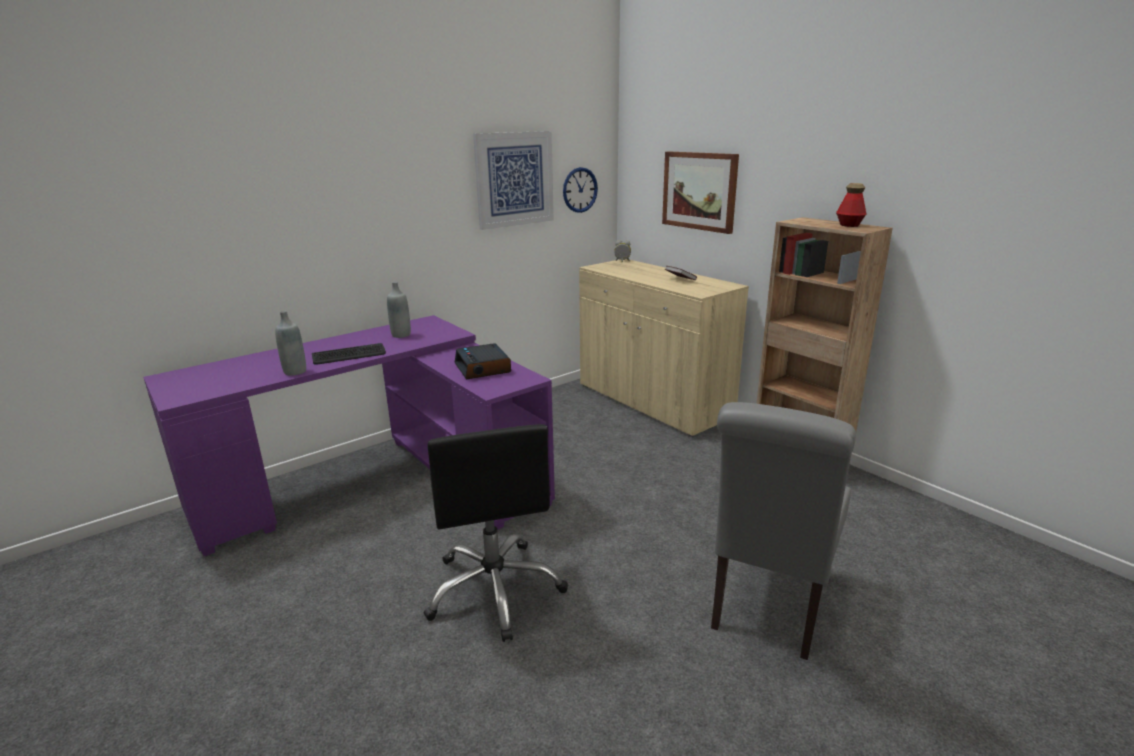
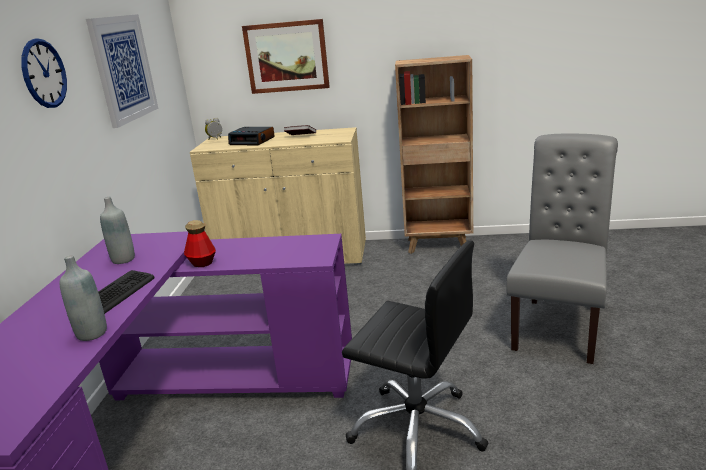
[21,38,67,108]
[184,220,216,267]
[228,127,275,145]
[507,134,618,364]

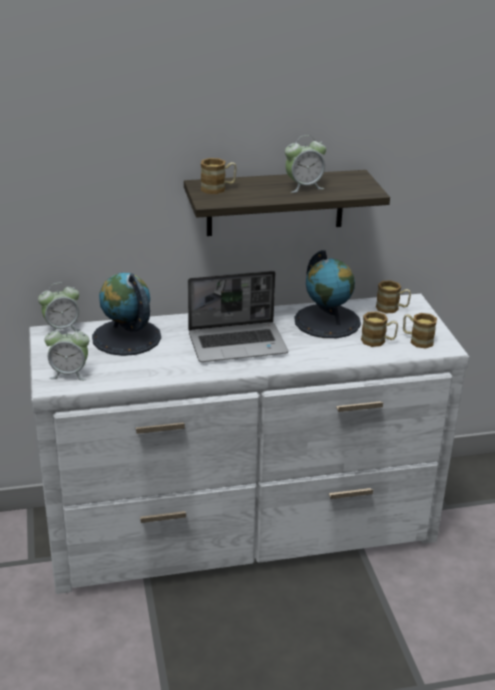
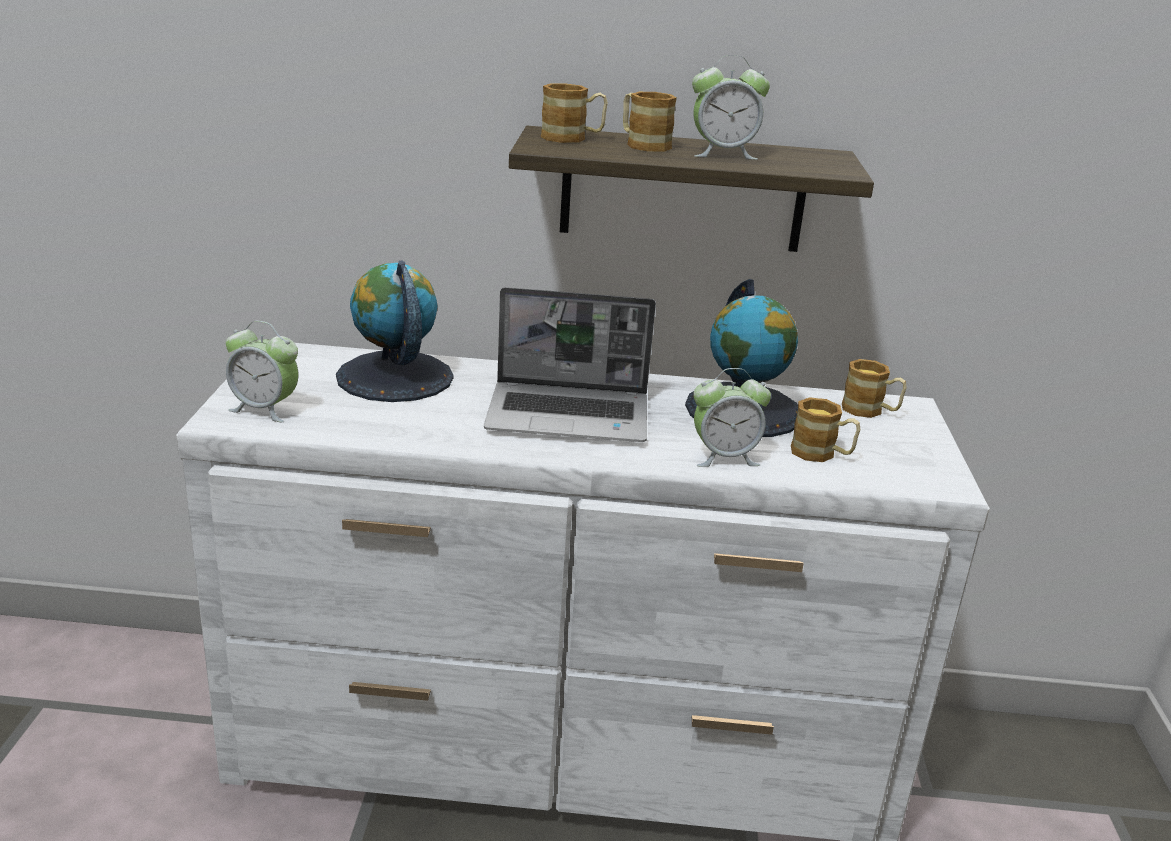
[623,92,677,152]
[693,368,771,467]

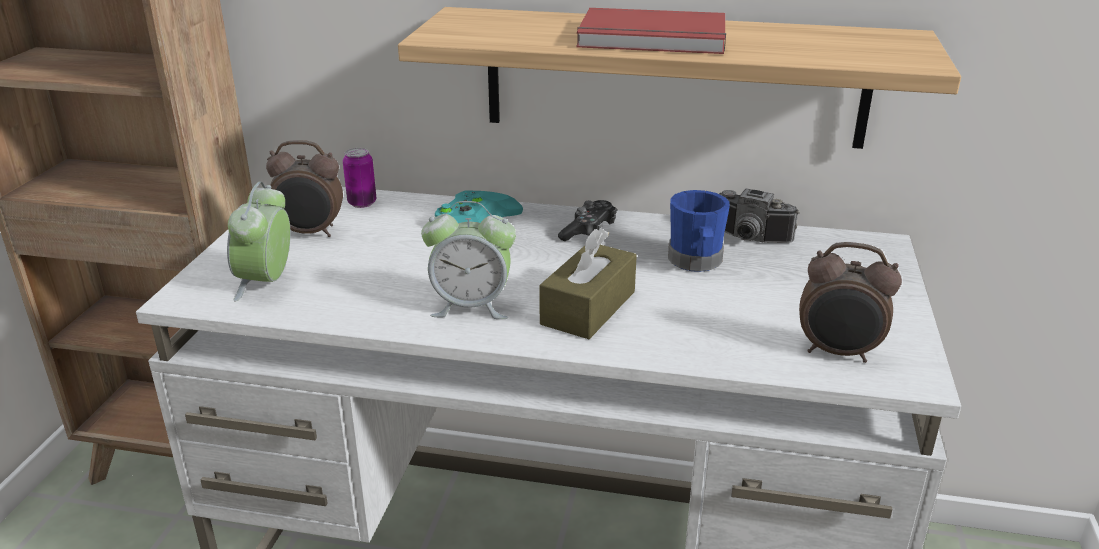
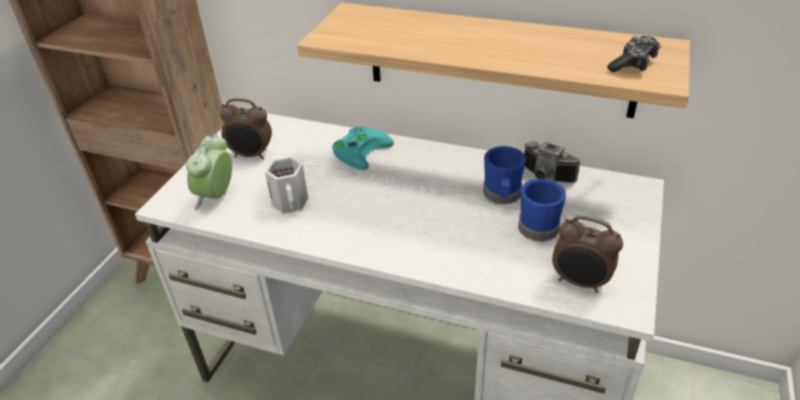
[265,157,308,214]
[518,179,566,242]
[607,36,661,72]
[343,148,376,208] (first image)
[421,201,516,319] (first image)
[539,228,637,339] (first image)
[576,8,726,54] (first image)

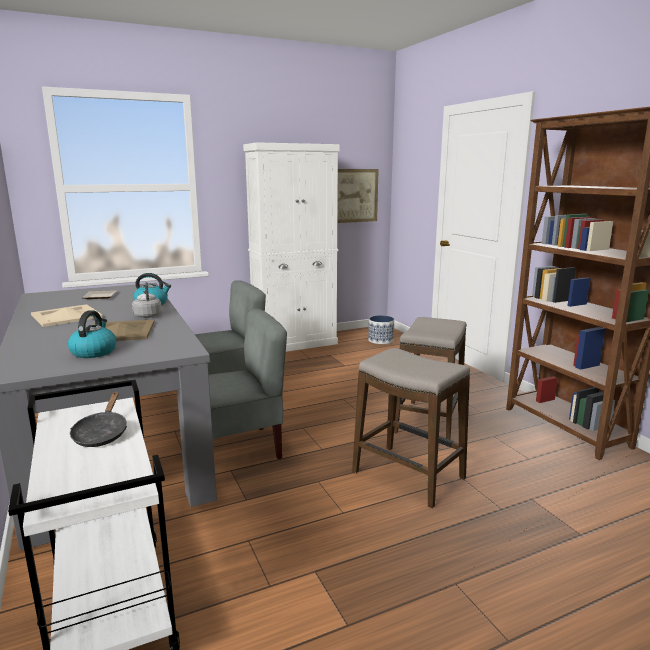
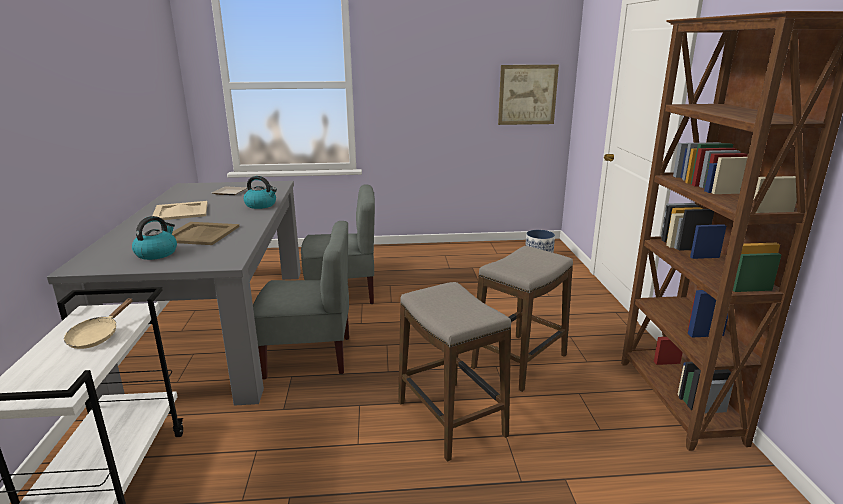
[64,298,133,349]
[132,282,162,318] (first image)
[243,142,340,352] (first image)

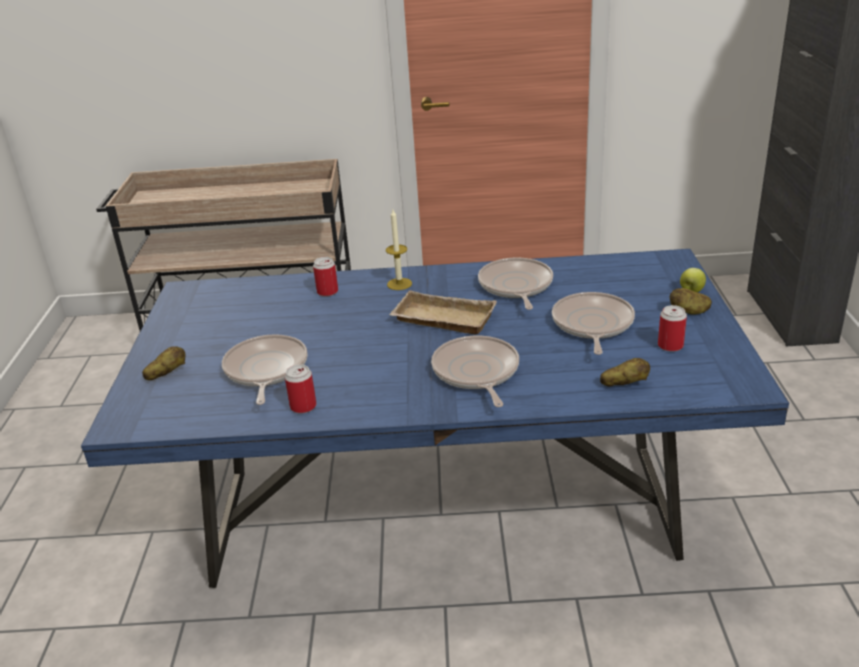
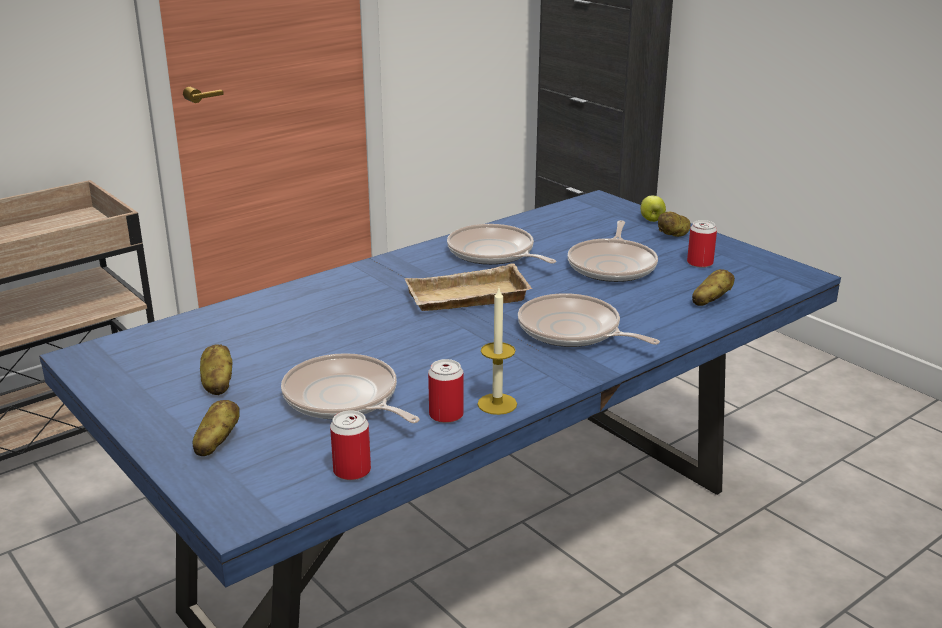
[200,345,232,395]
[330,410,371,480]
[477,288,517,415]
[568,220,658,282]

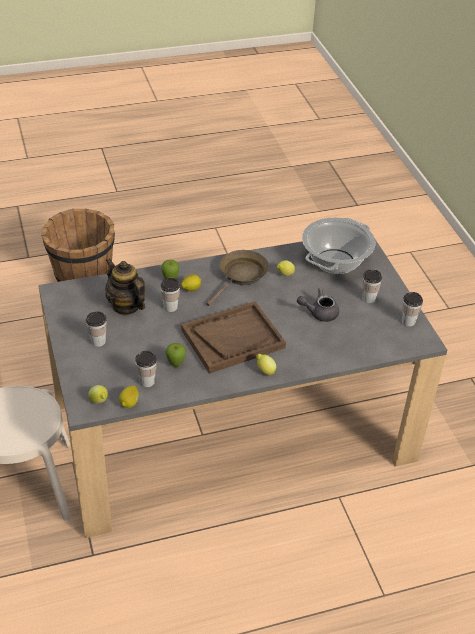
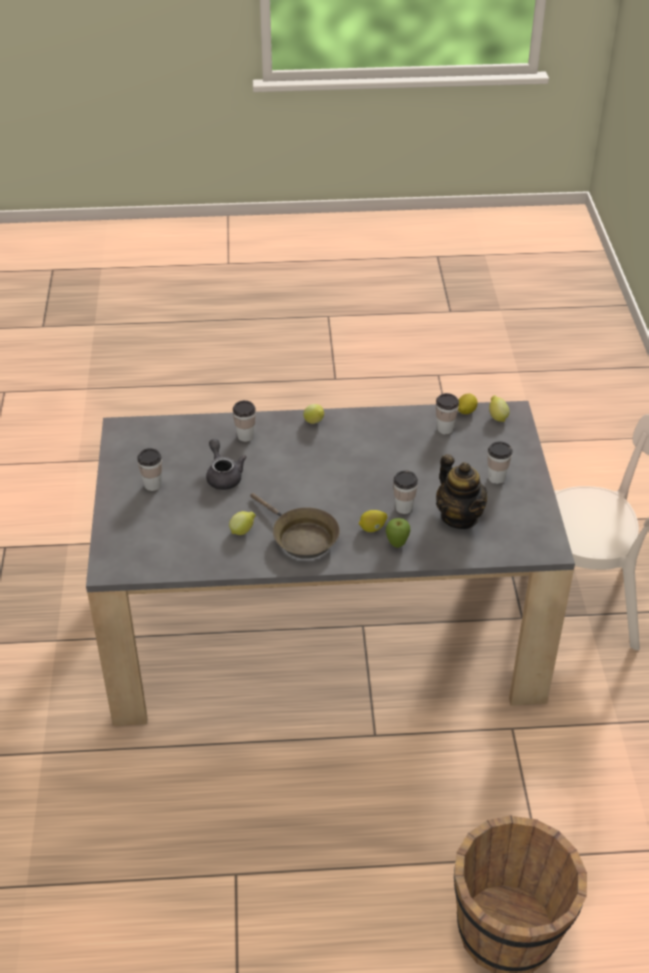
[206,439,246,490]
[233,400,256,442]
[250,493,340,559]
[165,343,186,367] (first image)
[181,301,286,374] (first image)
[302,217,376,274] (first image)

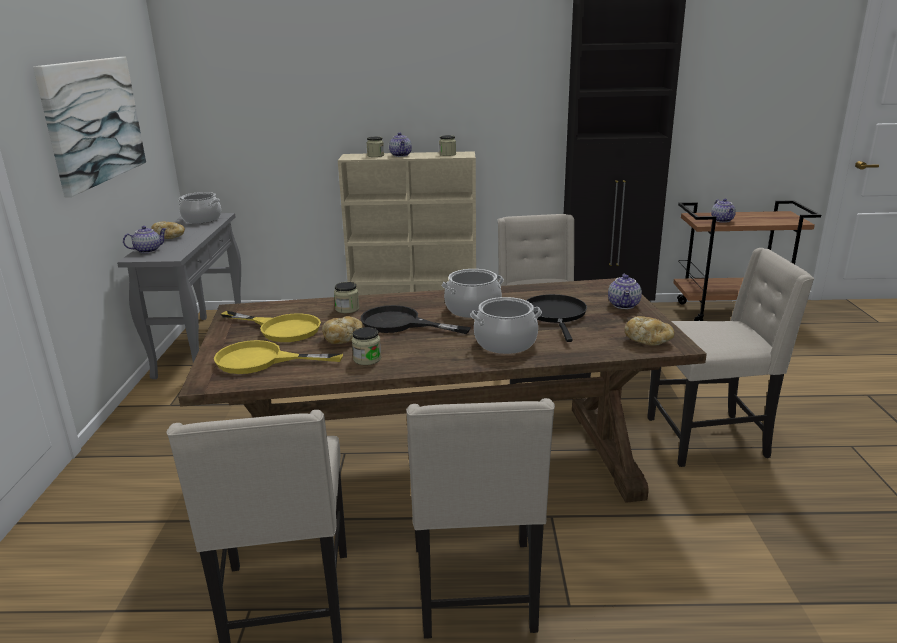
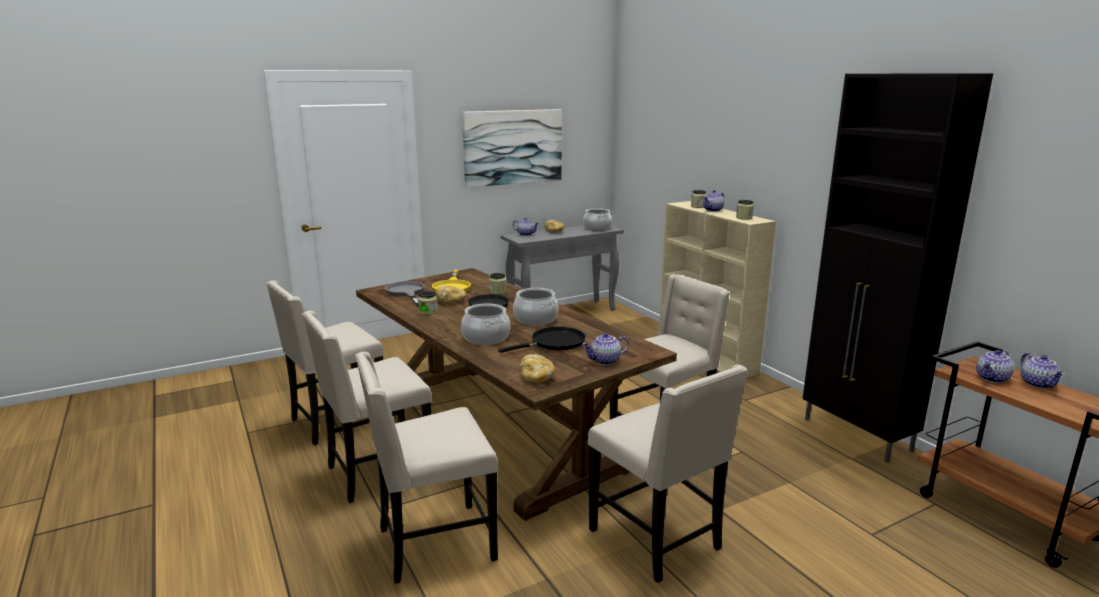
[355,352,498,584]
[385,281,425,307]
[1021,353,1065,389]

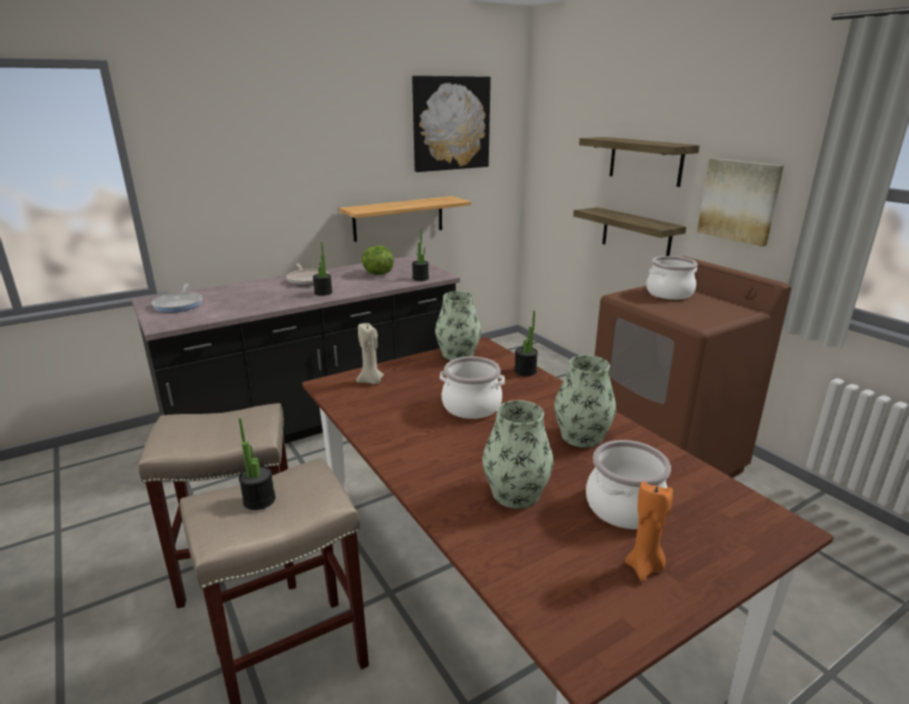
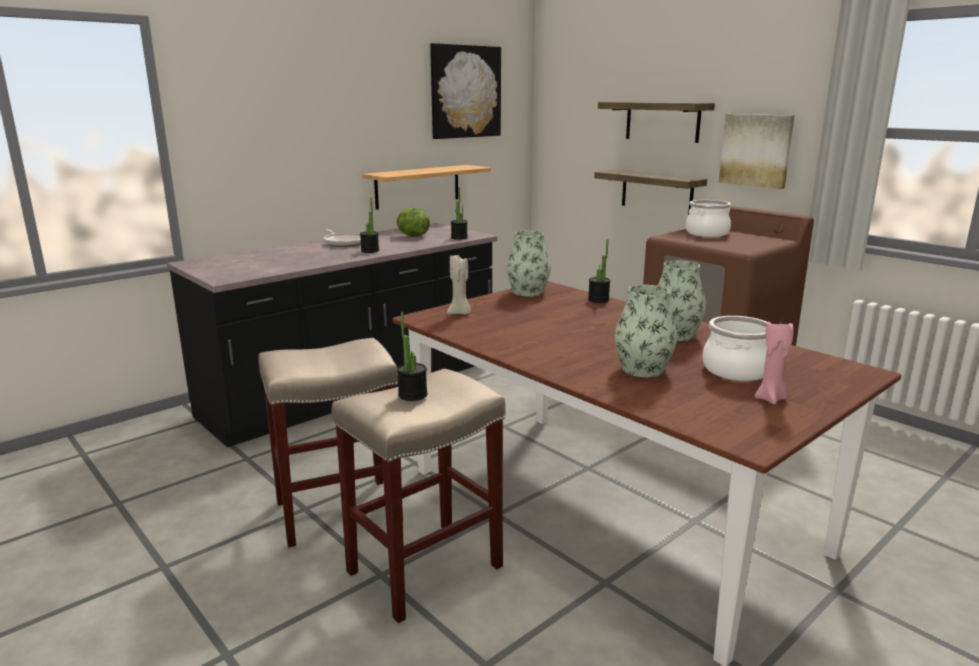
[755,322,794,405]
[152,284,202,313] (first image)
[440,357,505,419] (first image)

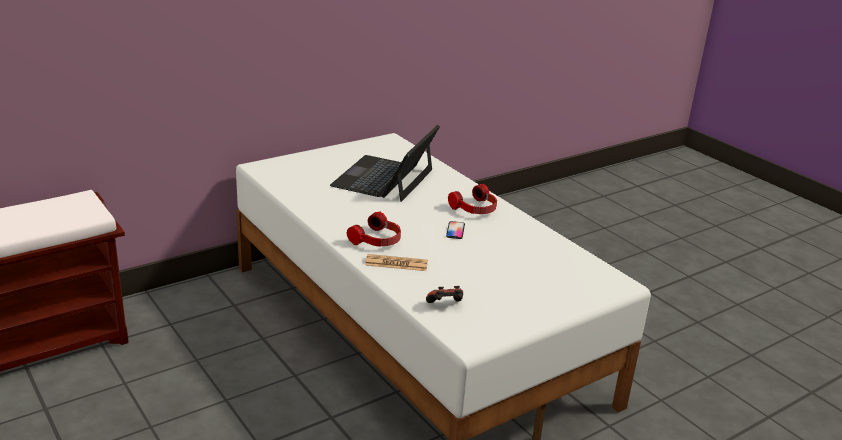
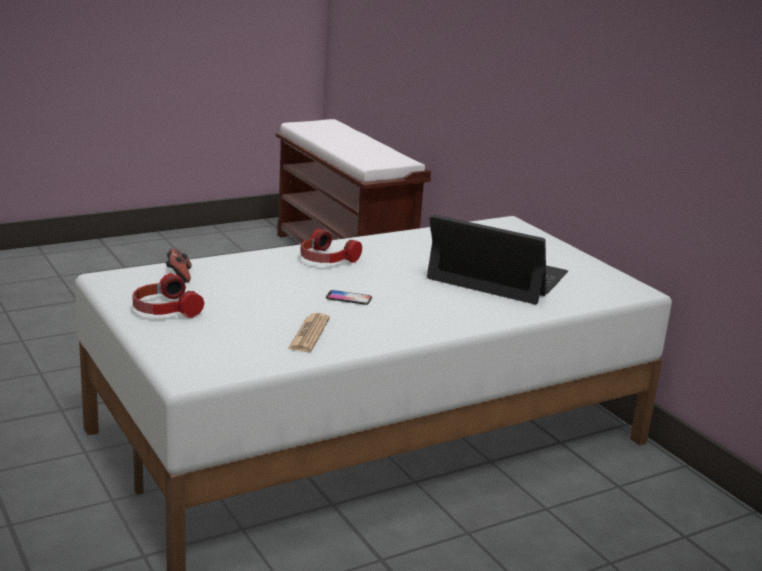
[133,273,204,318]
[288,313,330,352]

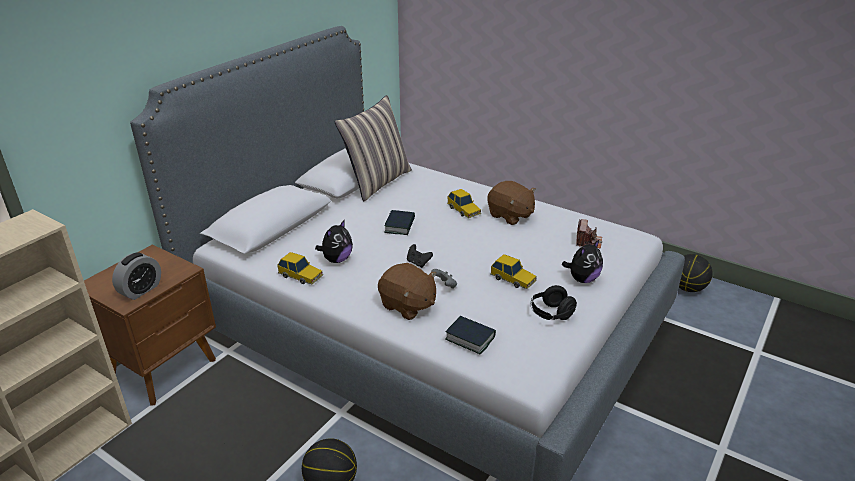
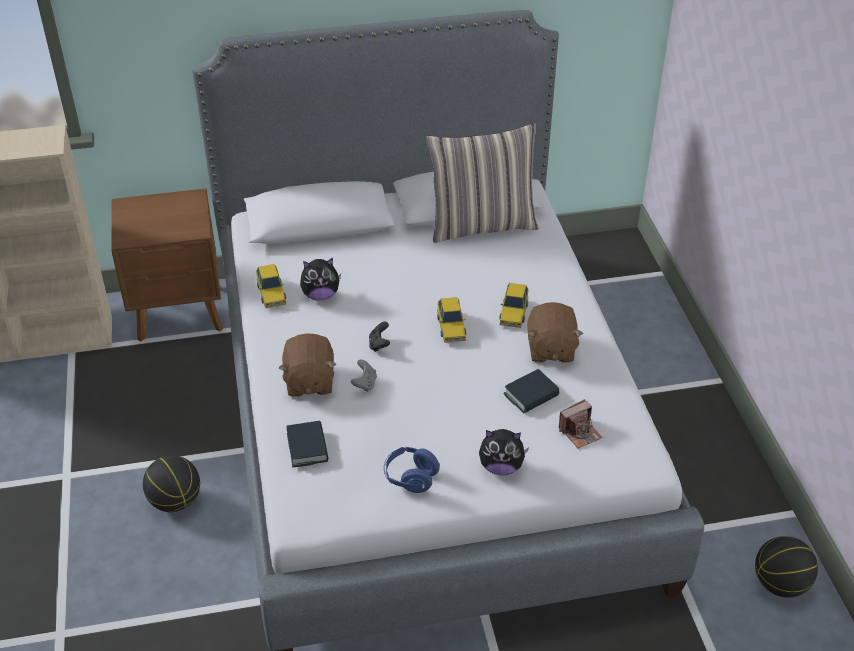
[384,447,440,493]
[437,297,466,343]
[503,369,559,413]
[112,252,161,300] (first image)

